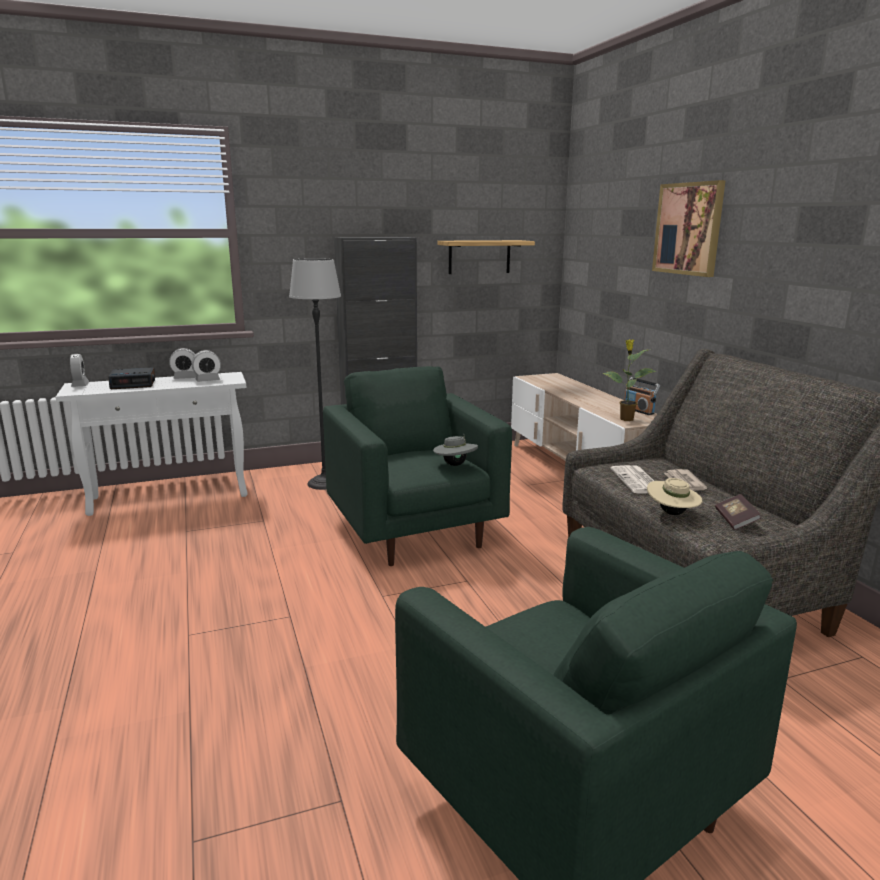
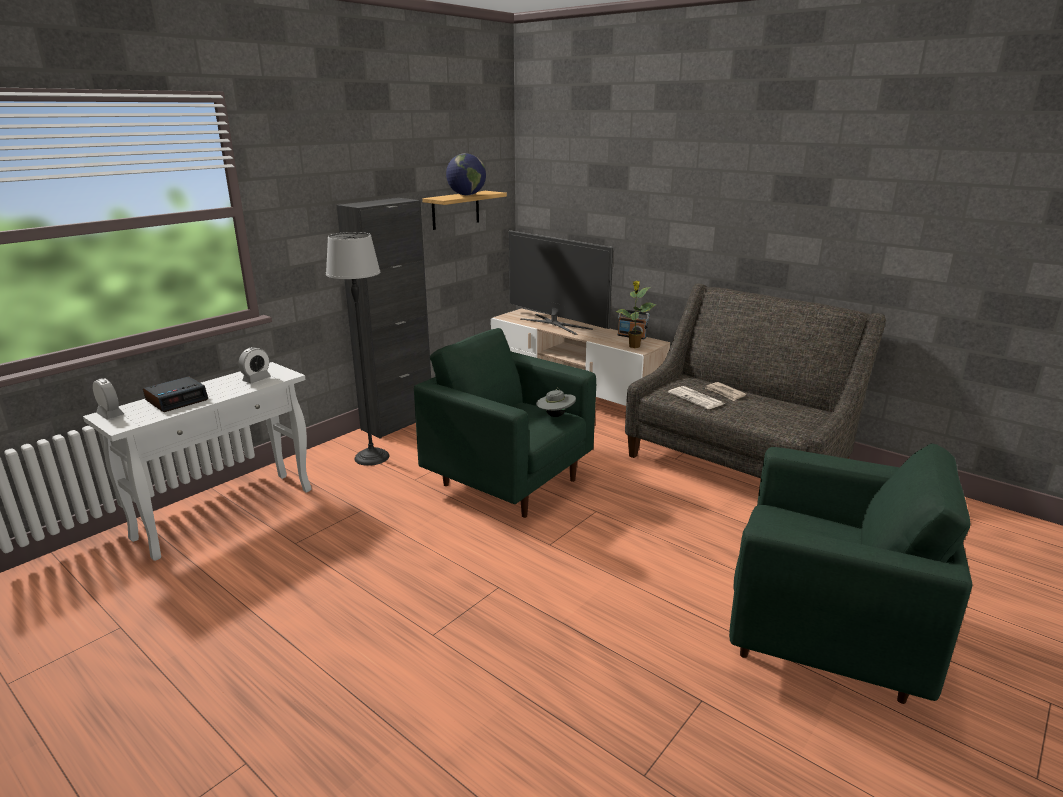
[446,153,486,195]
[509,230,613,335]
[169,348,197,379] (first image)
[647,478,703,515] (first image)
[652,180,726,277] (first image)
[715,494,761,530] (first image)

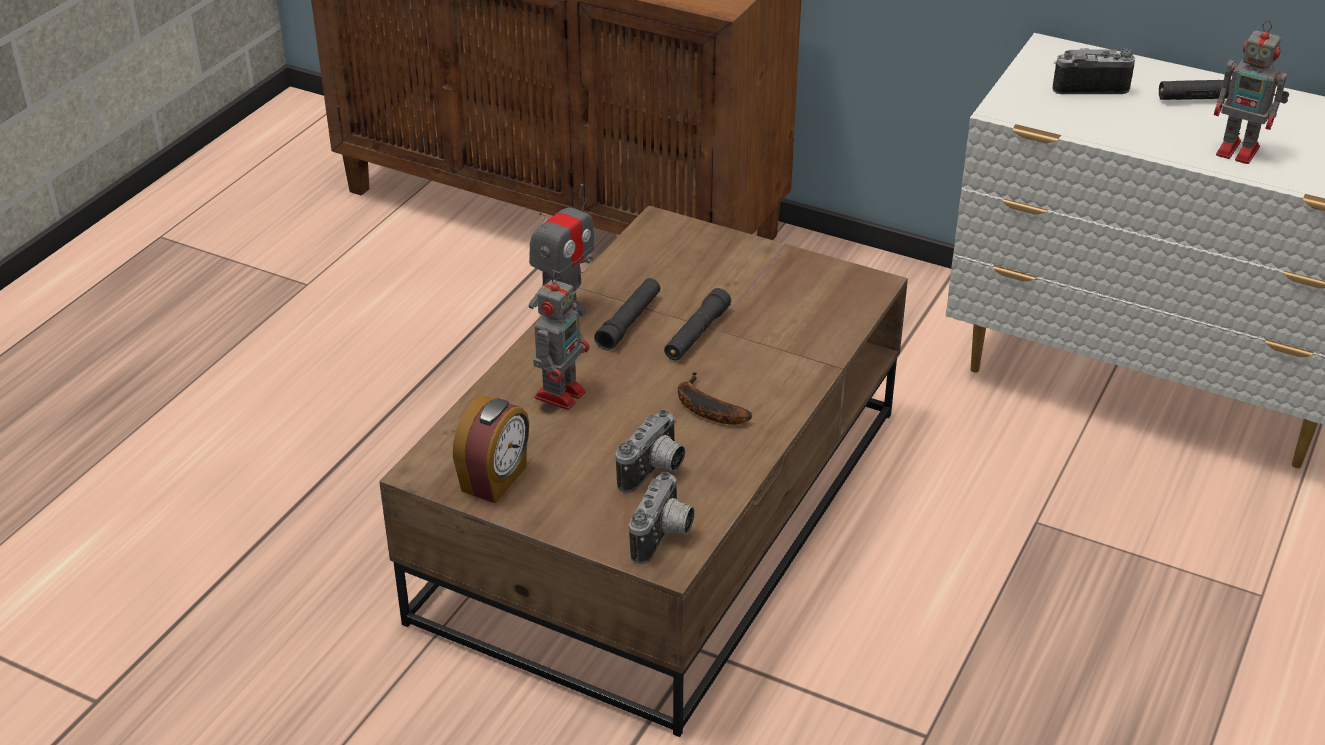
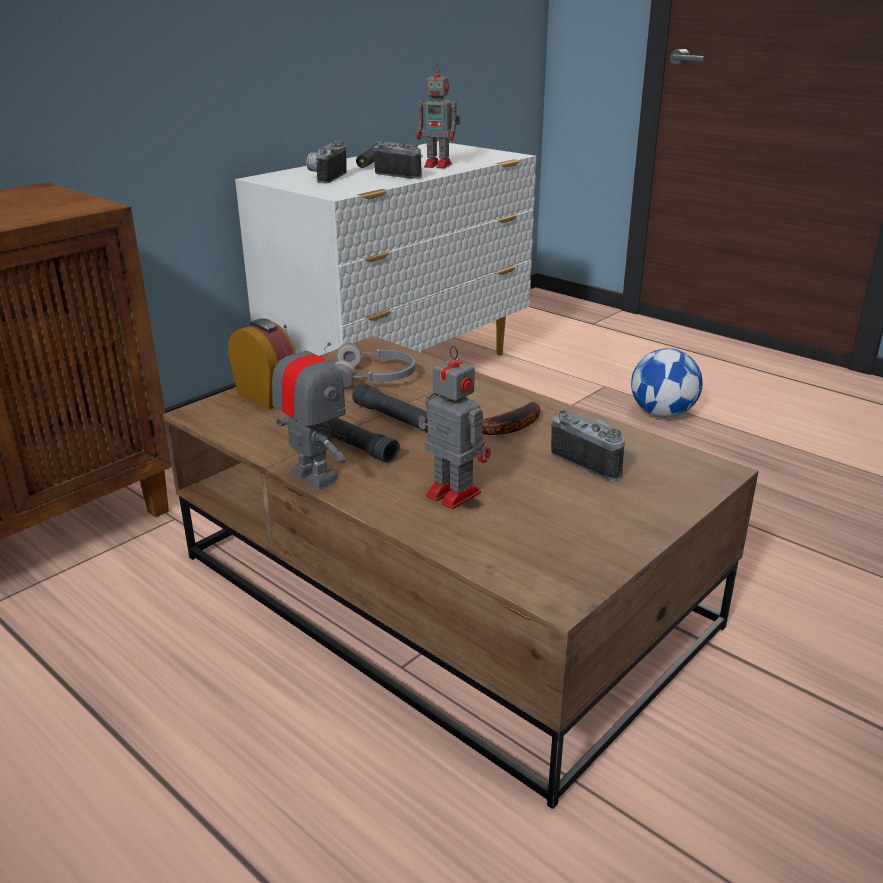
[228,319,295,410]
[335,343,415,389]
[373,141,423,179]
[417,64,461,169]
[631,348,703,418]

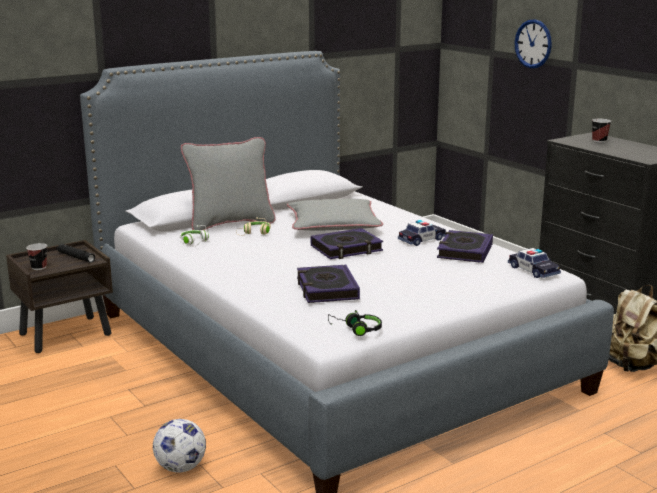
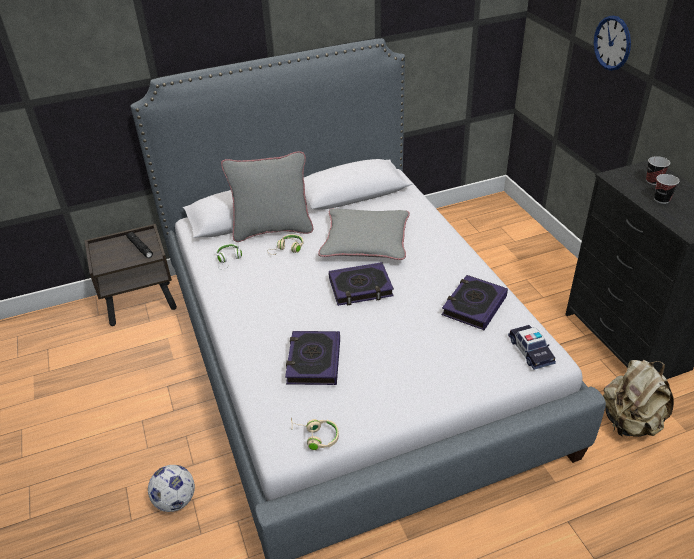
[291,417,339,450]
[654,174,680,204]
[398,220,446,246] (first image)

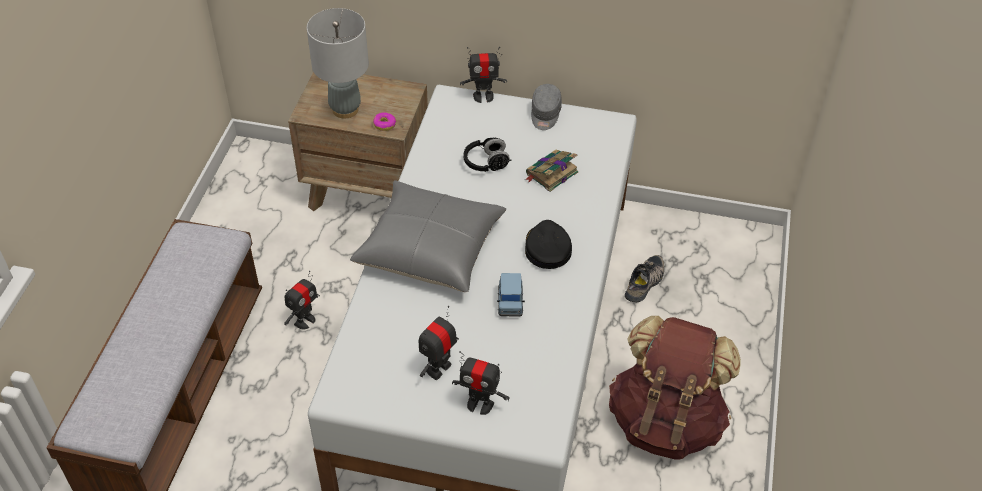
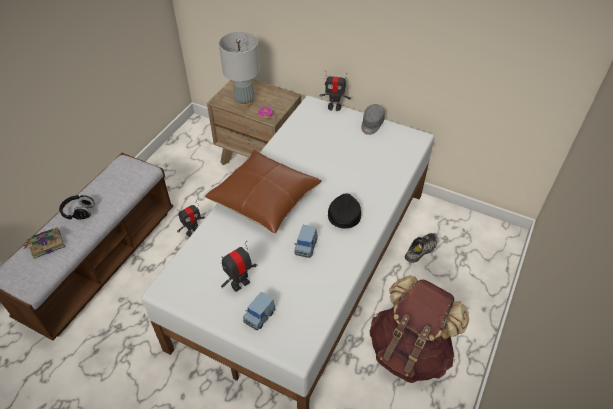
[24,227,65,259]
[59,195,95,220]
[205,150,322,233]
[243,292,276,330]

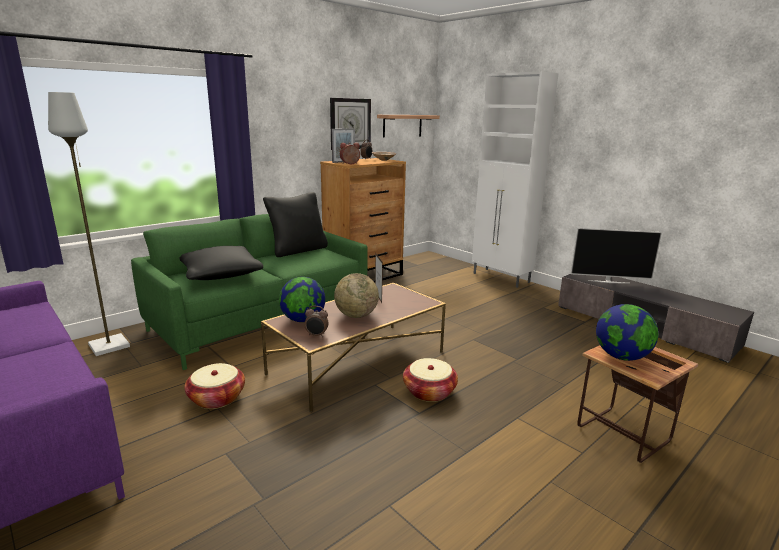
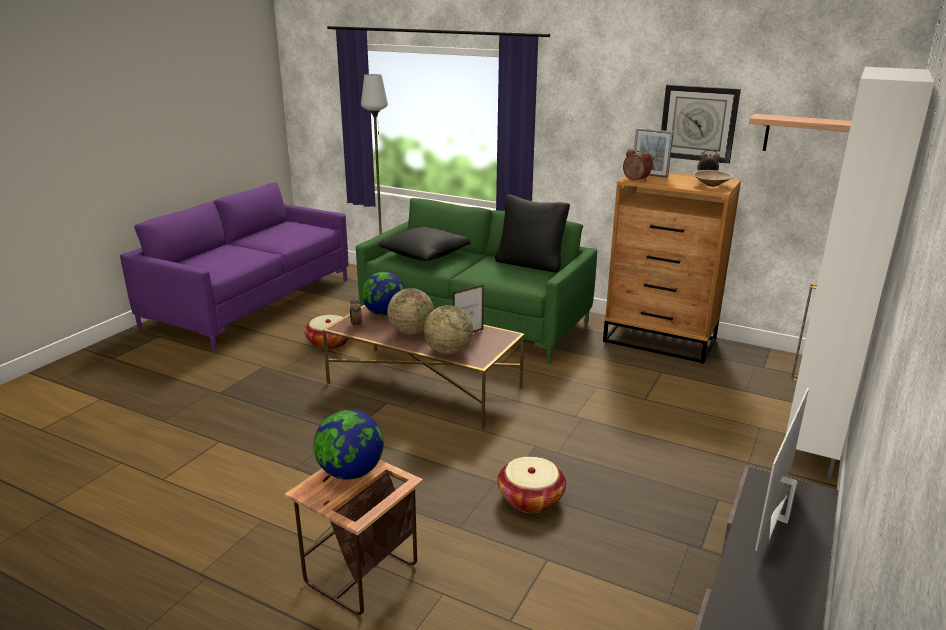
[424,305,473,355]
[497,457,566,513]
[755,388,809,551]

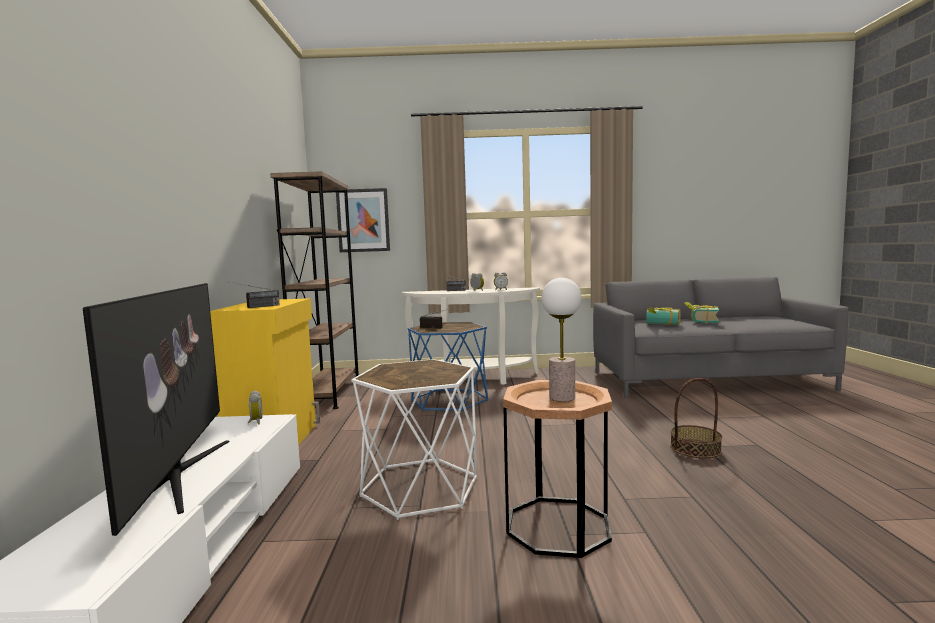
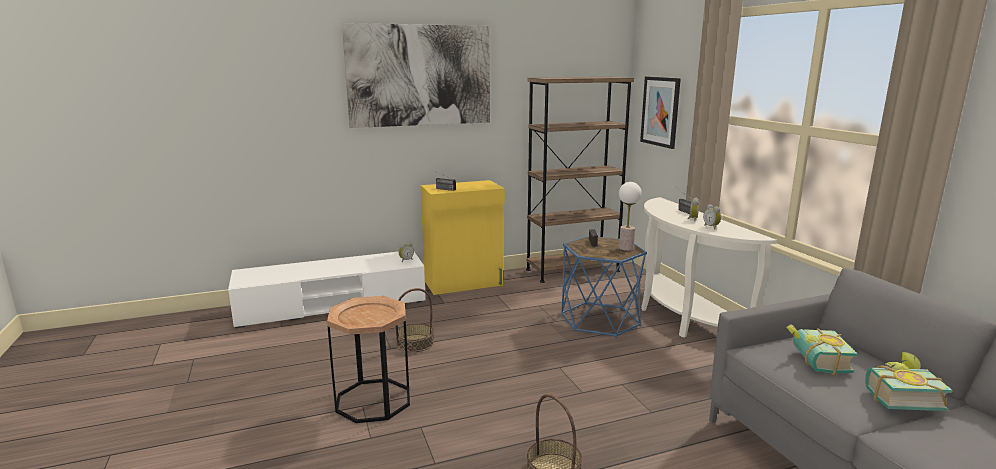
[342,23,490,128]
[395,288,434,352]
[619,182,642,251]
[83,283,229,536] (first image)

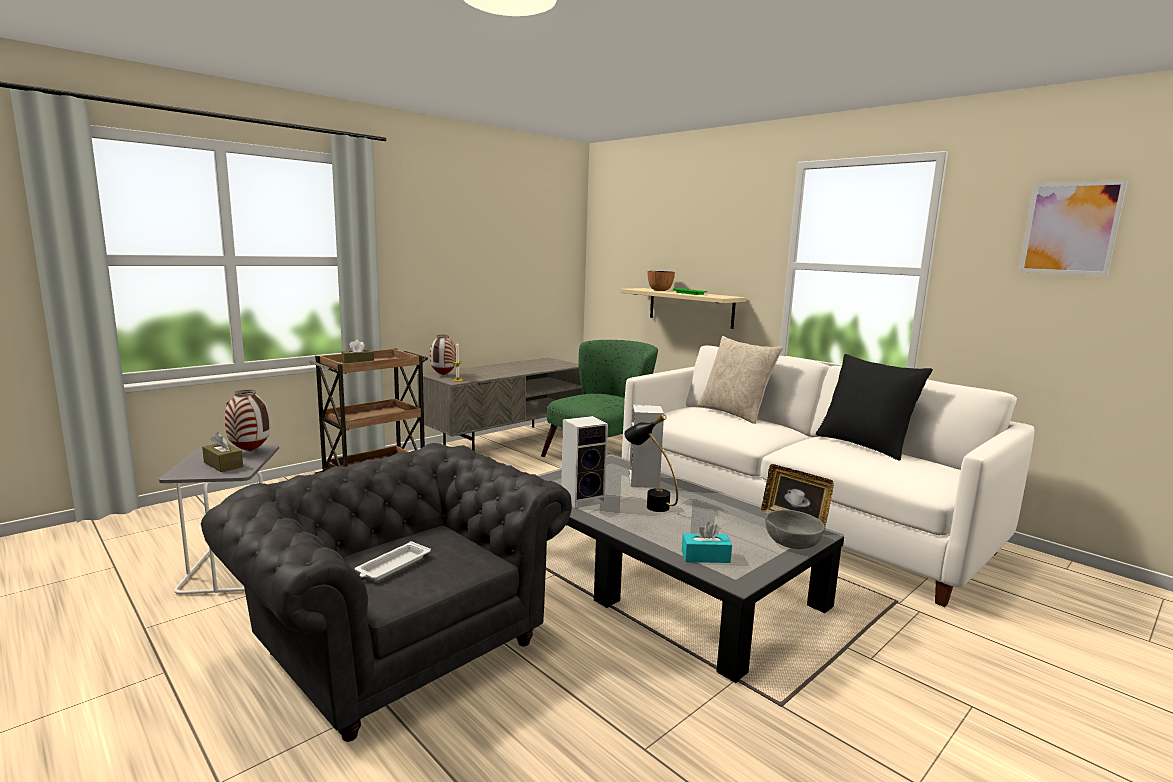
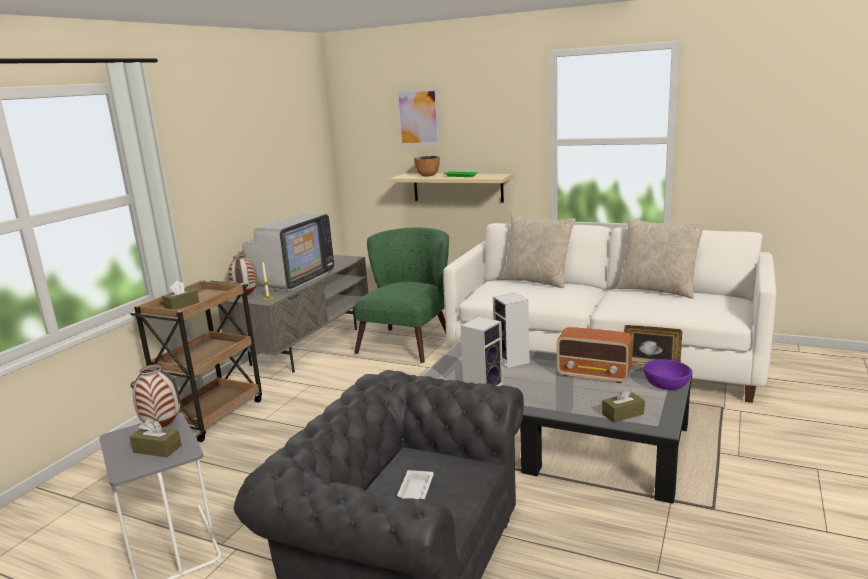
[242,213,334,291]
[396,88,441,146]
[557,327,632,383]
[602,386,645,423]
[616,218,705,299]
[644,359,692,390]
[624,414,678,512] (first image)

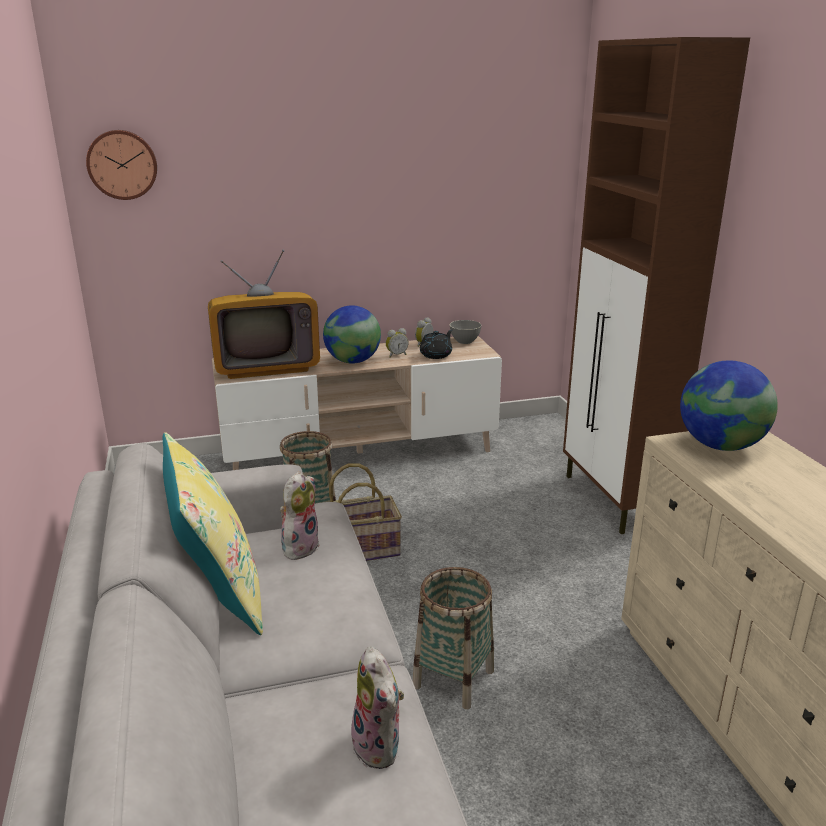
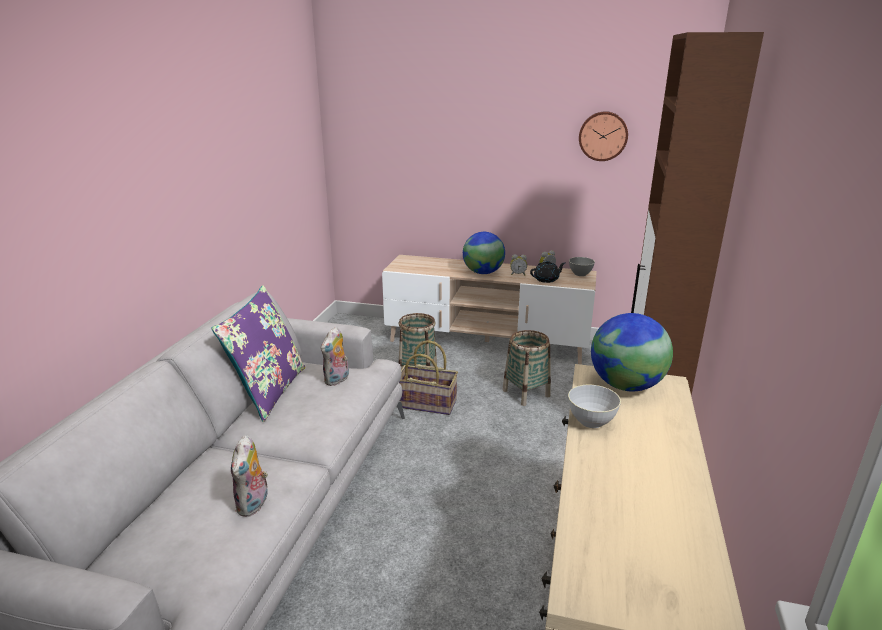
[211,285,305,422]
[321,326,349,386]
[503,330,551,406]
[568,385,621,428]
[579,111,628,161]
[208,249,320,379] (first image)

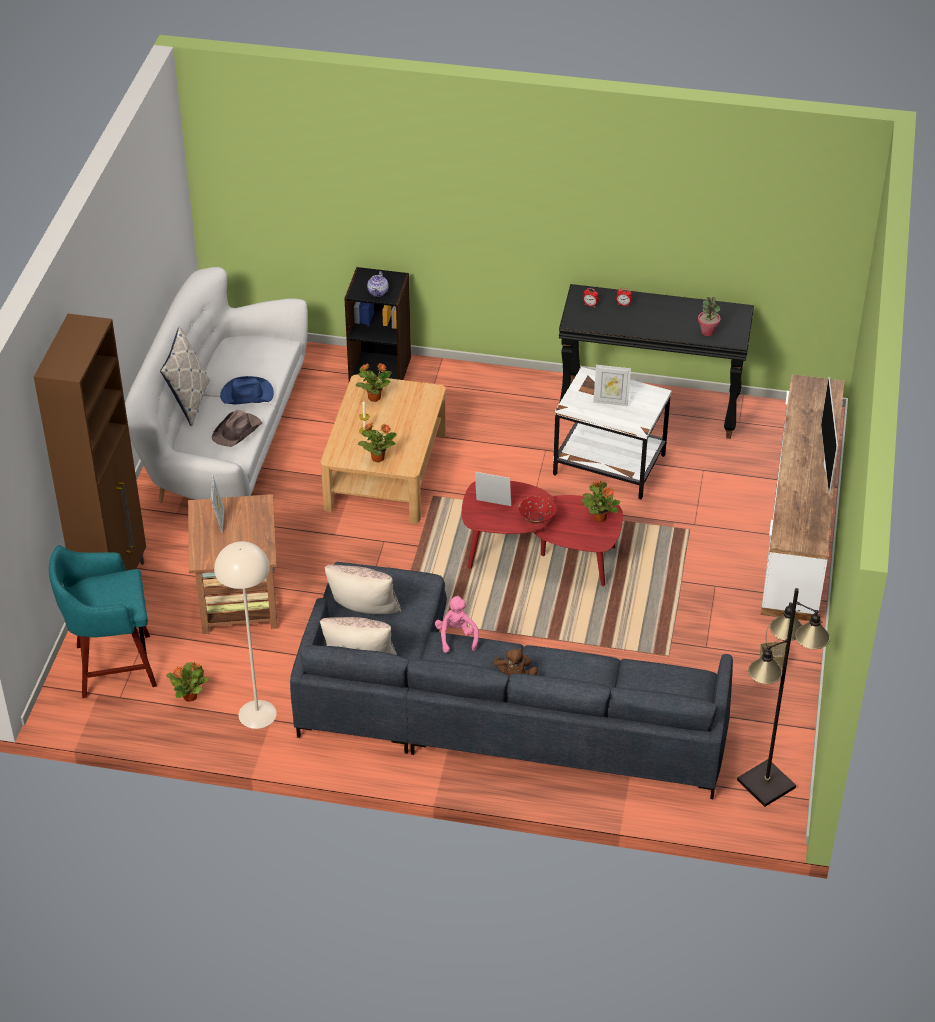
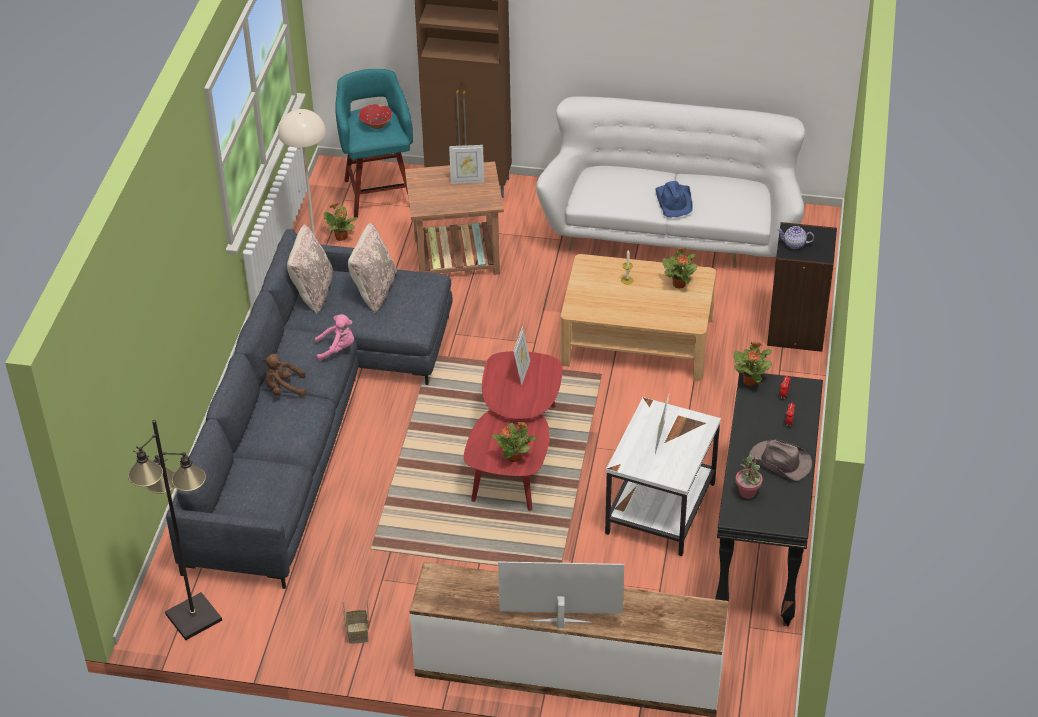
[359,104,392,129]
[734,342,772,386]
[749,439,812,481]
[160,326,210,426] (first image)

